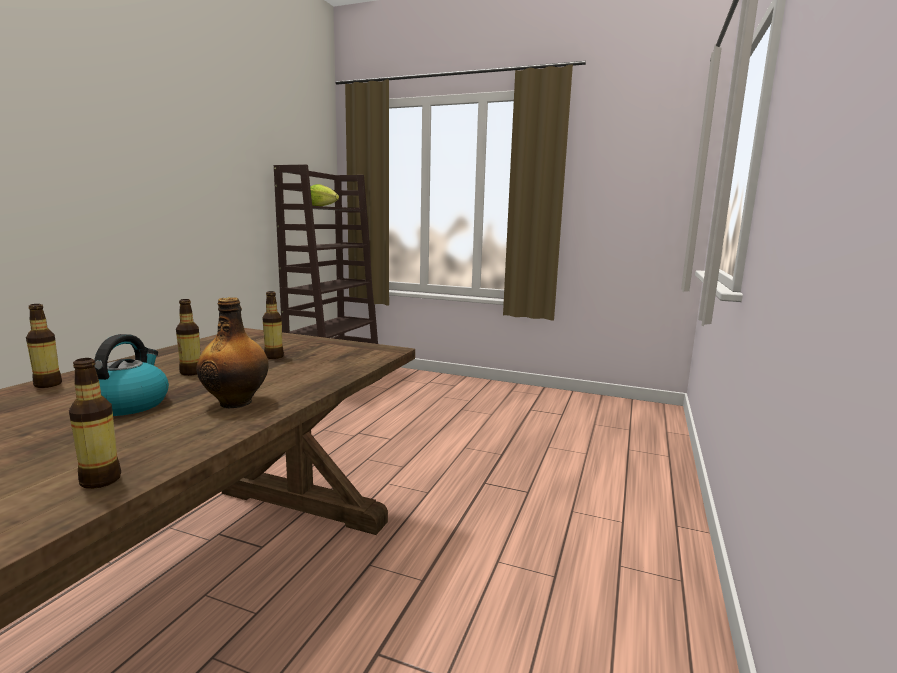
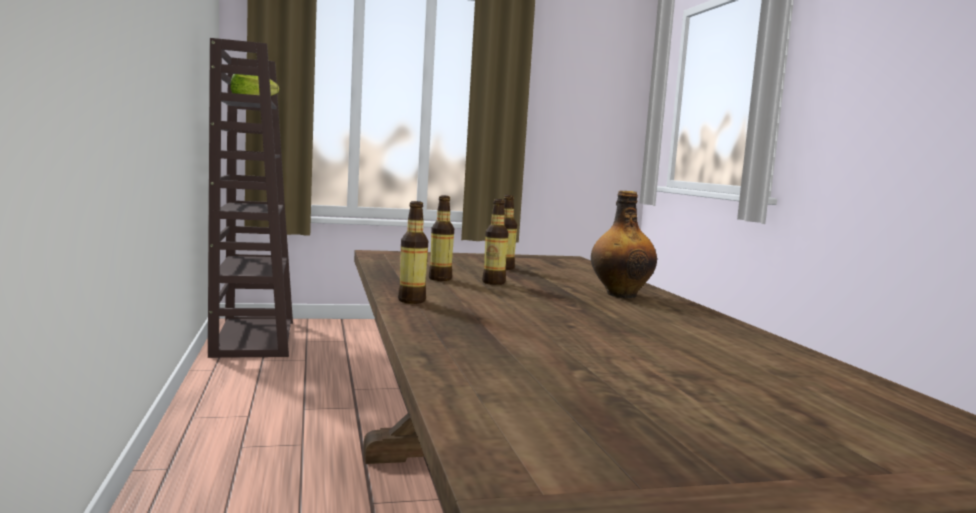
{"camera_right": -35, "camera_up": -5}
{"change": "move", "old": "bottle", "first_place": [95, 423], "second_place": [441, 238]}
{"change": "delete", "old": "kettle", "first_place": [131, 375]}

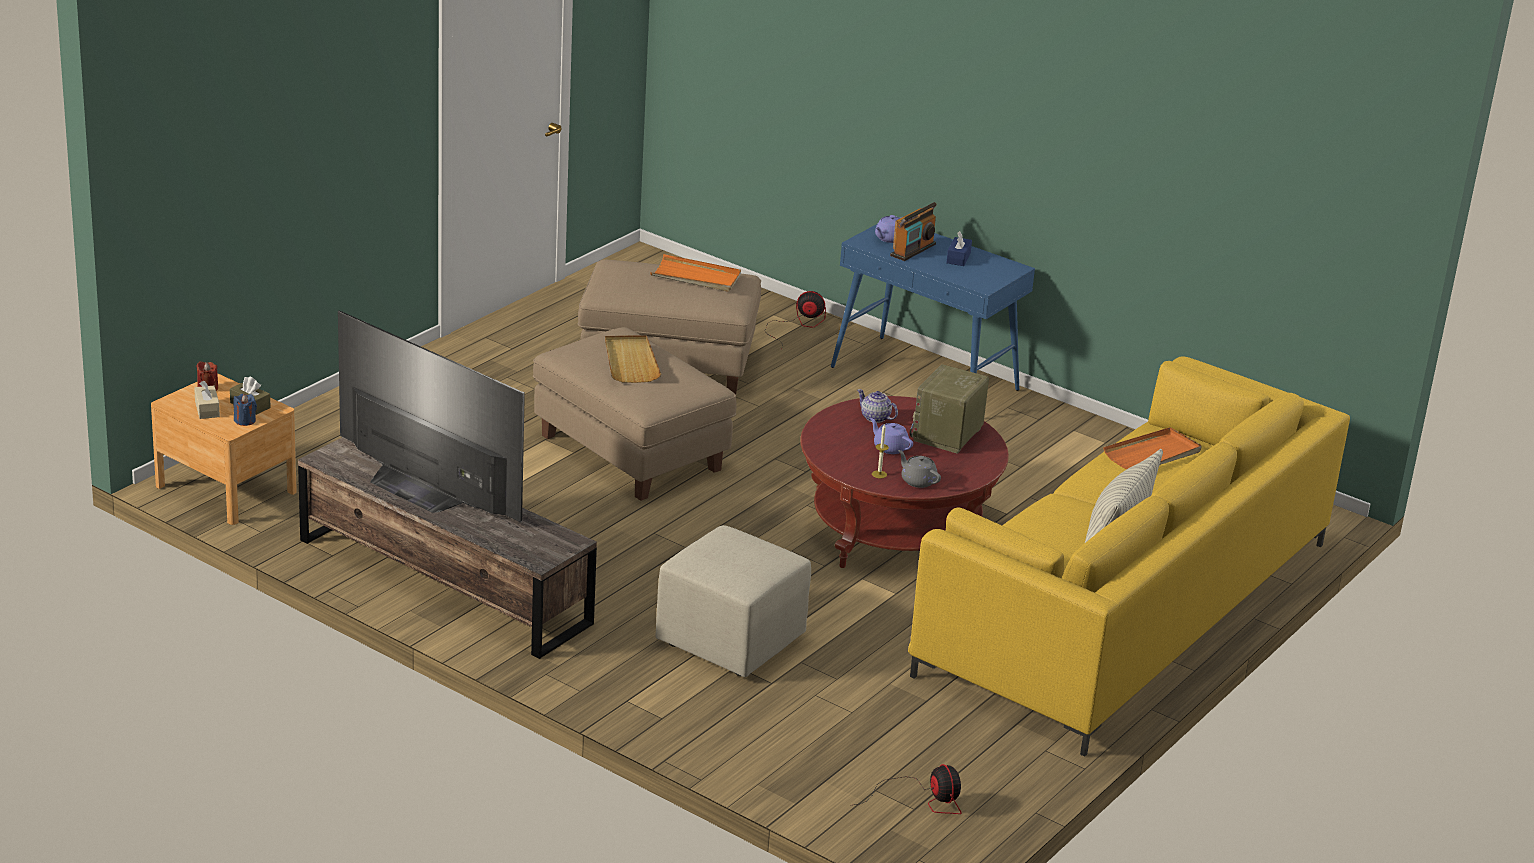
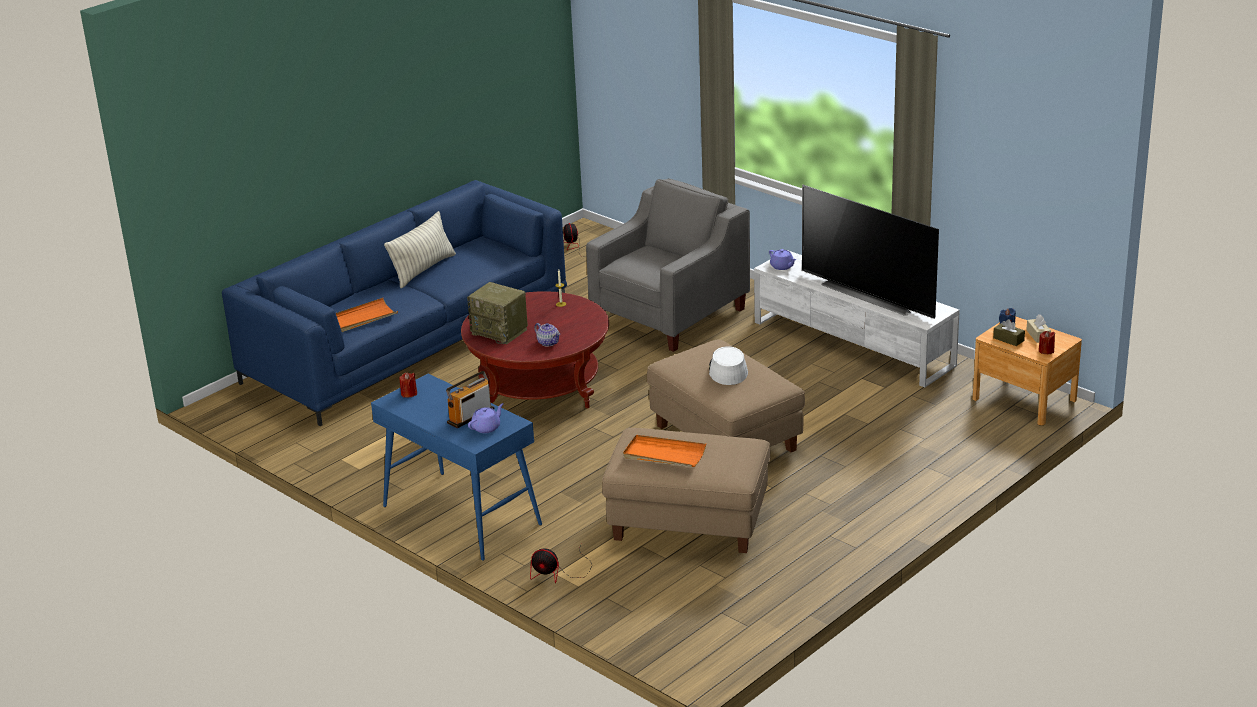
{"camera_right": -170, "camera_up": 0}
{"change": "recolor", "old": "sofa (yellow)", "new": "sofa (blue)", "first_place": [1129, 556], "second_place": [394, 303]}
{"change": "insert", "new": "candle (red)", "second_place": [408, 385]}
{"change": "rotate", "old": "radio", "first_place": [949, 409], "second_place": [497, 313], "degrees": 90}
{"change": "replace", "old": "ottoman (beige)", "new": "armchair (grey)", "first_place": [733, 601], "second_place": [668, 265]}
{"change": "replace", "old": "tray (beige)", "new": "hat (white)", "first_place": [633, 359], "second_place": [728, 365]}
{"change": "recolor", "old": "tv stand (brown)", "new": "tv stand (white)", "first_place": [447, 548], "second_place": [857, 318]}
{"change": "move", "old": "teapot (purple)", "first_place": [891, 436], "second_place": [783, 259]}
{"change": "delete", "old": "teapot (grey)", "first_place": [919, 469]}
{"change": "delete", "old": "tissue box (blue)", "first_place": [959, 248]}

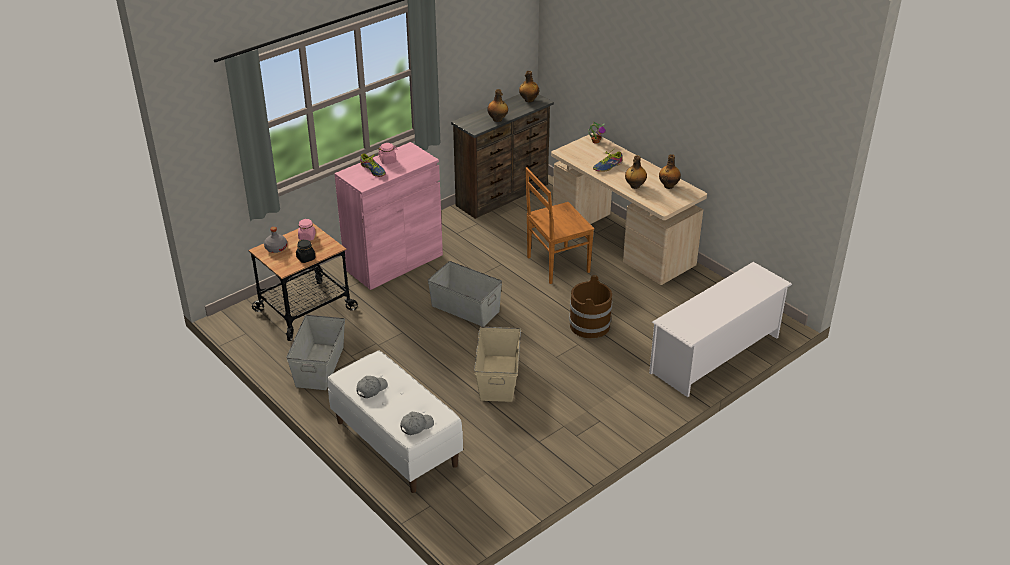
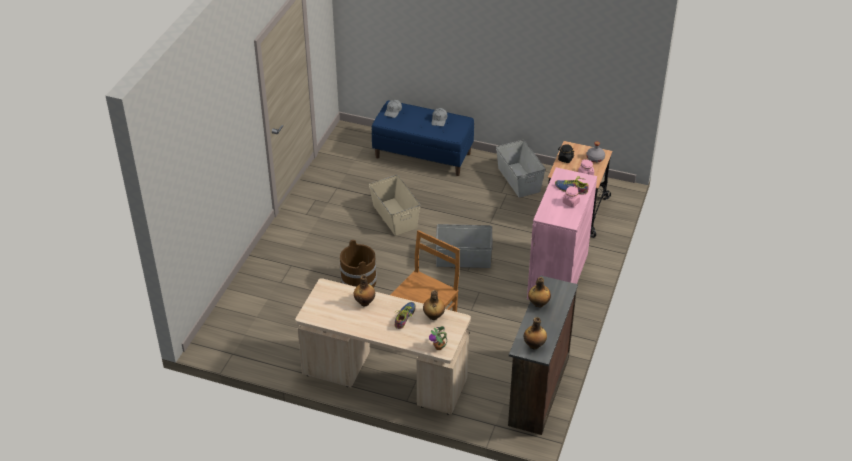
{"camera_right": 150, "camera_up": 5}
{"change": "recolor", "old": "bench (white)", "new": "bench (blue)", "first_place": [395, 421], "second_place": [423, 138]}
{"change": "move", "old": "bottle", "first_place": [670, 171], "second_place": [434, 305]}
{"change": "delete", "old": "shoe rack (white)", "first_place": [720, 329]}

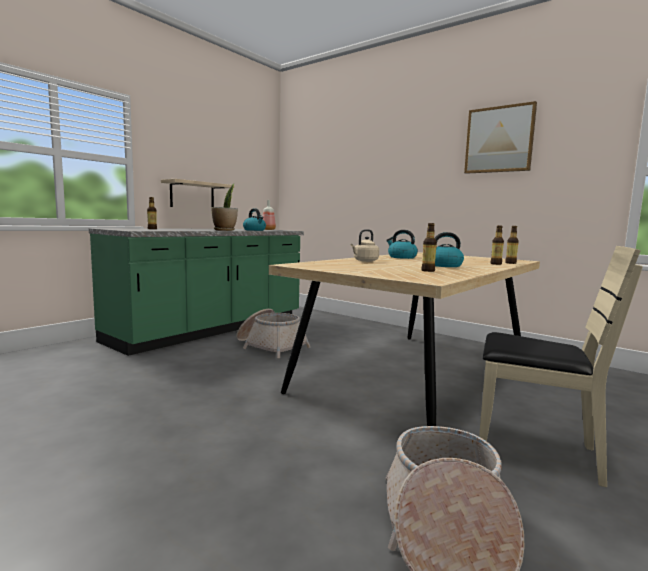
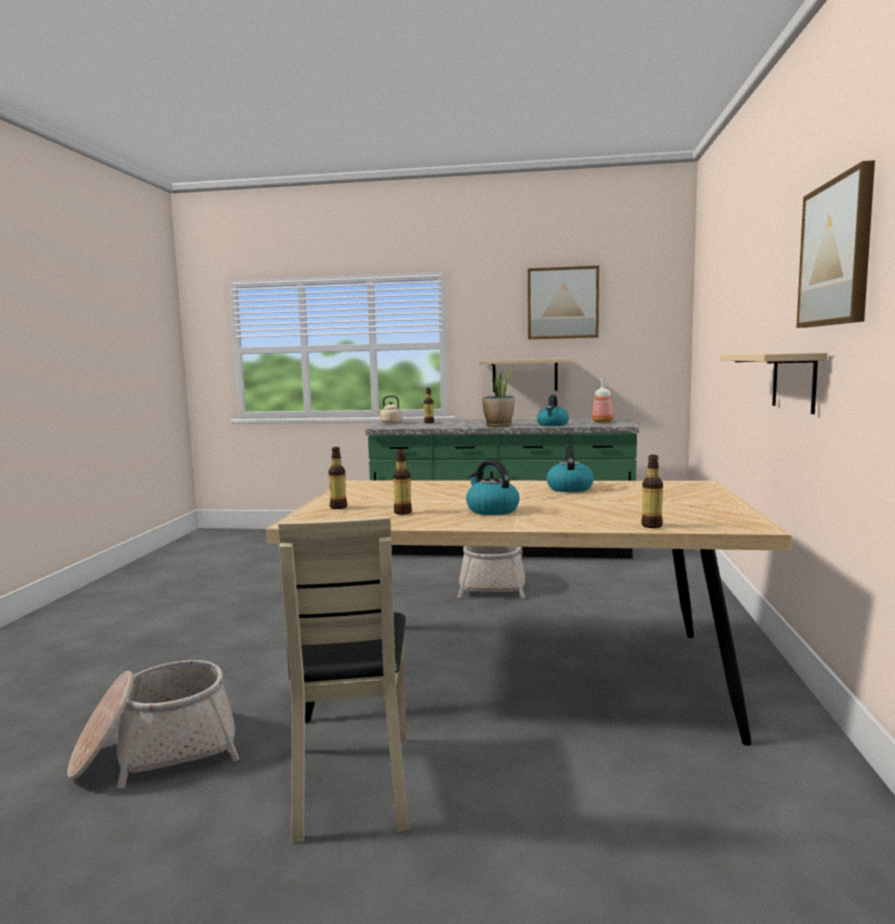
{"camera_right": 60, "camera_up": 0}
{"change": "move", "old": "bottle", "first_place": [497, 245], "second_place": [337, 478]}
{"change": "move", "old": "kettle (beige)", "first_place": [365, 245], "second_place": [388, 409]}
{"change": "insert", "new": "picture", "second_place": [563, 302]}
{"change": "insert", "new": "shelf (beige)", "second_place": [773, 383]}

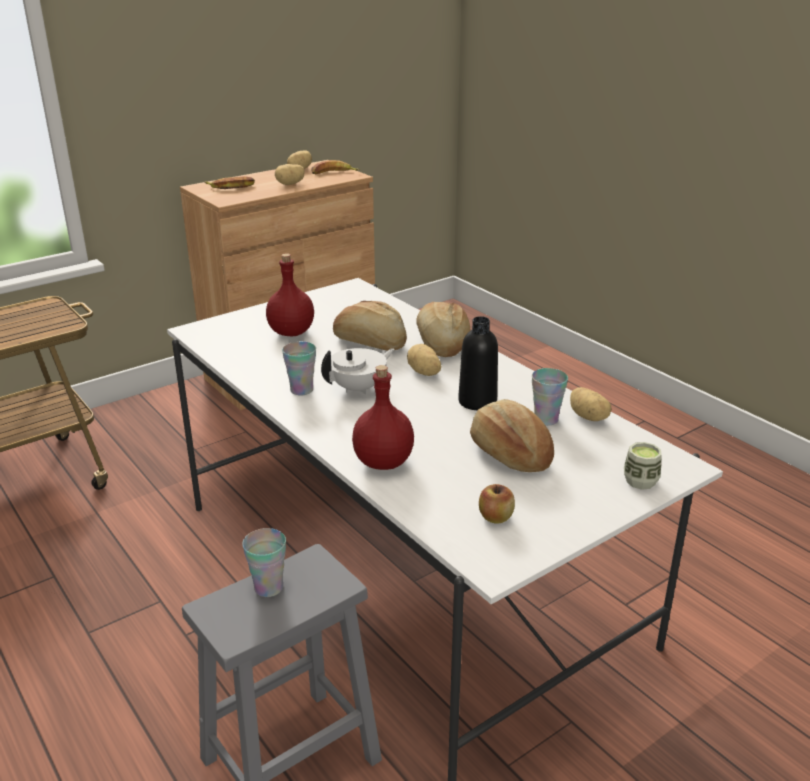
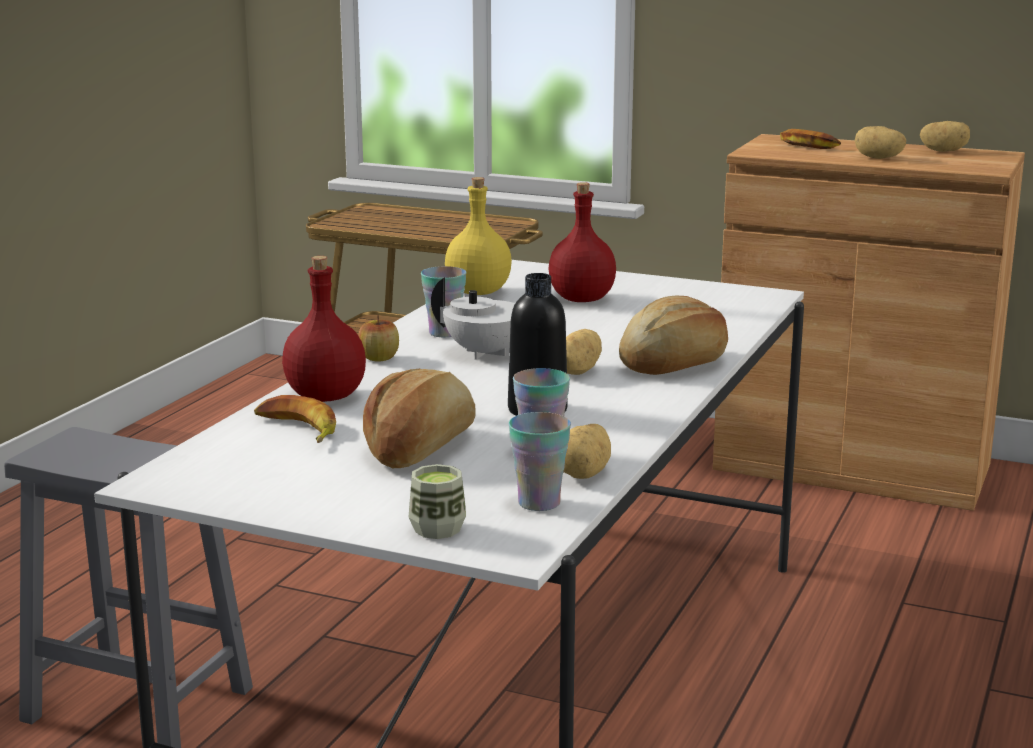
{"camera_right": 60, "camera_up": -10}
{"change": "move", "old": "banana", "first_place": [335, 167], "second_place": [295, 419]}
{"change": "move", "old": "apple", "first_place": [497, 503], "second_place": [378, 338]}
{"change": "insert", "new": "bottle (yellow)", "second_place": [478, 236]}
{"change": "move", "old": "cup", "first_place": [264, 562], "second_place": [540, 461]}
{"change": "delete", "old": "bread", "first_place": [370, 326]}

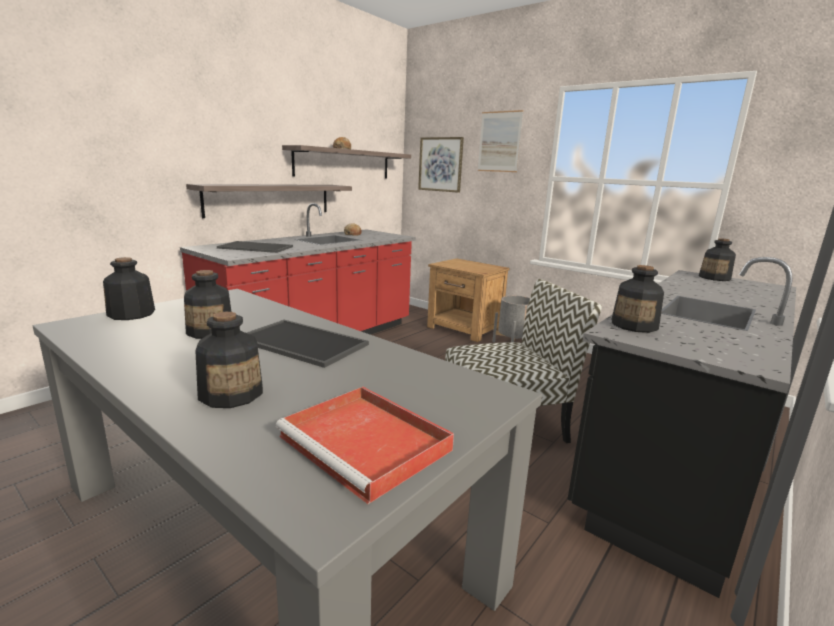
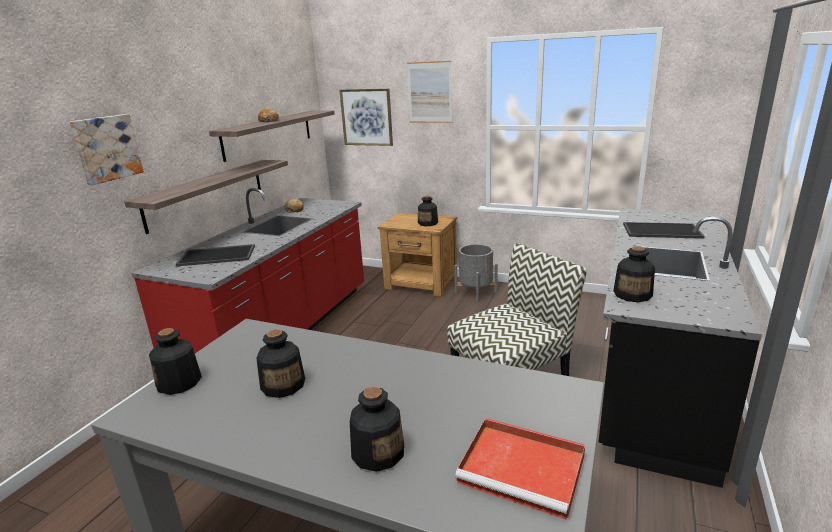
{"camera_right": -15, "camera_up": 5}
{"change": "insert", "new": "picture", "second_place": [107, 149]}
{"change": "move", "old": "bottle", "first_place": [717, 259], "second_place": [428, 211]}
{"change": "move", "old": "tray", "first_place": [308, 344], "second_place": [664, 230]}

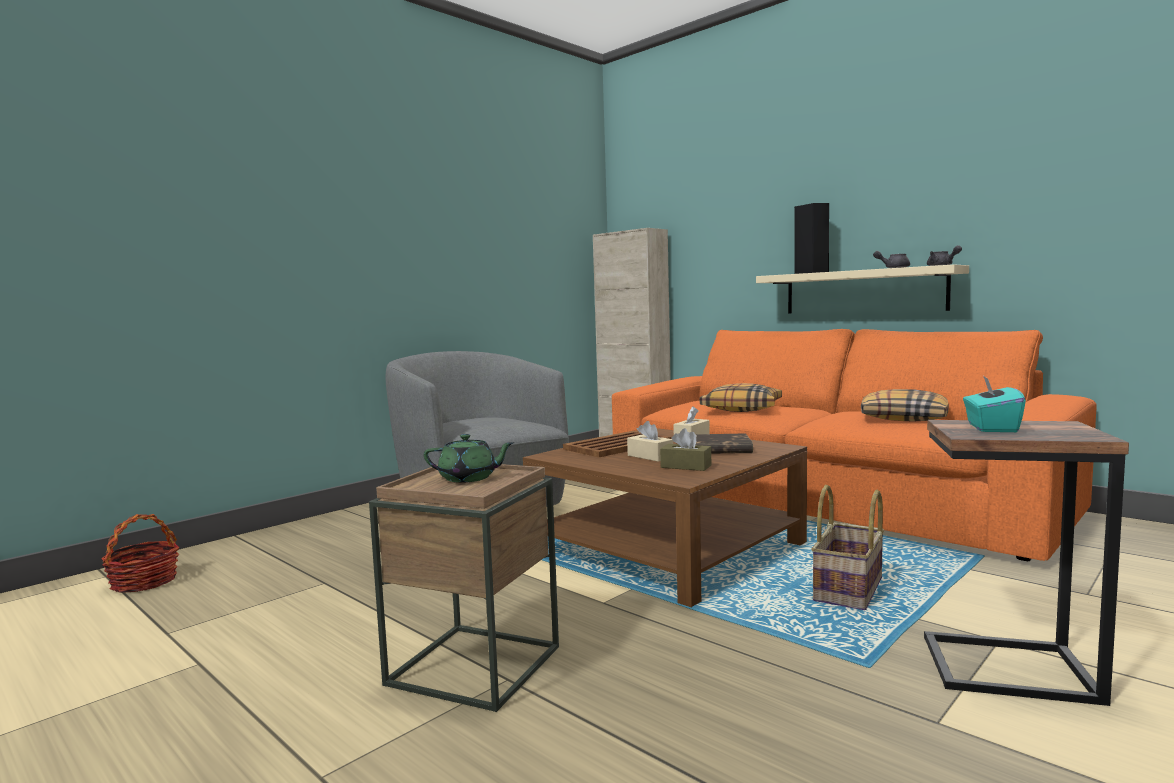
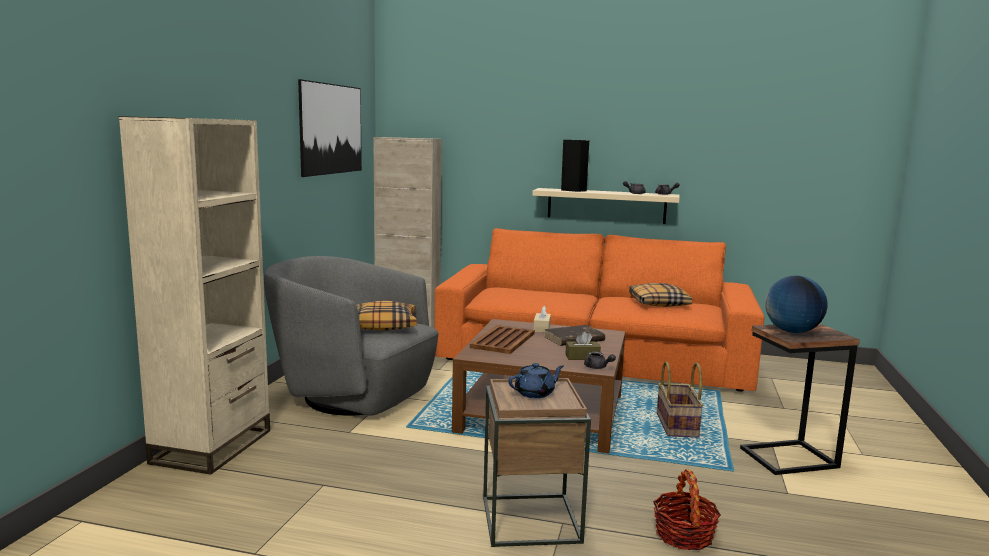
{"camera_right": -30, "camera_up": 5}
{"change": "insert", "new": "bookcase (beige)", "second_place": [194, 295]}
{"change": "insert", "new": "picture", "second_place": [330, 128]}
{"change": "move", "old": "pillow", "first_place": [741, 397], "second_place": [387, 316]}
{"change": "recolor", "old": "teapot (green)", "new": "teapot (blue)", "first_place": [469, 458], "second_place": [536, 380]}
{"change": "insert", "new": "teapot (grey)", "second_place": [600, 360]}
{"change": "move", "old": "basket", "first_place": [140, 553], "second_place": [687, 509]}
{"change": "replace", "old": "tissue box (turquoise)", "new": "globe", "first_place": [994, 404], "second_place": [796, 304]}
{"change": "delete", "old": "tissue box (beige)", "first_place": [650, 441]}

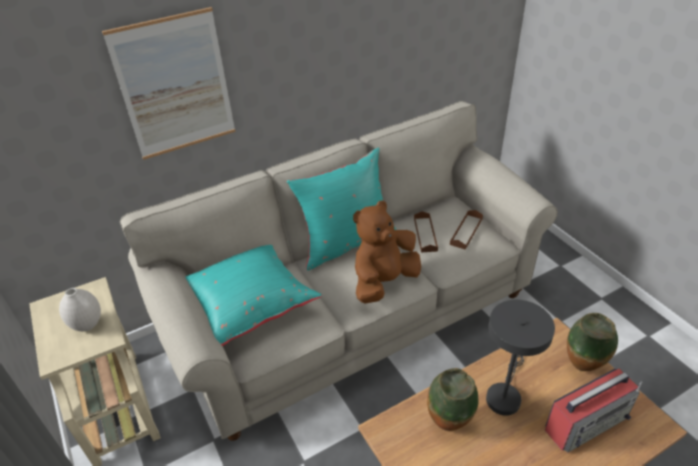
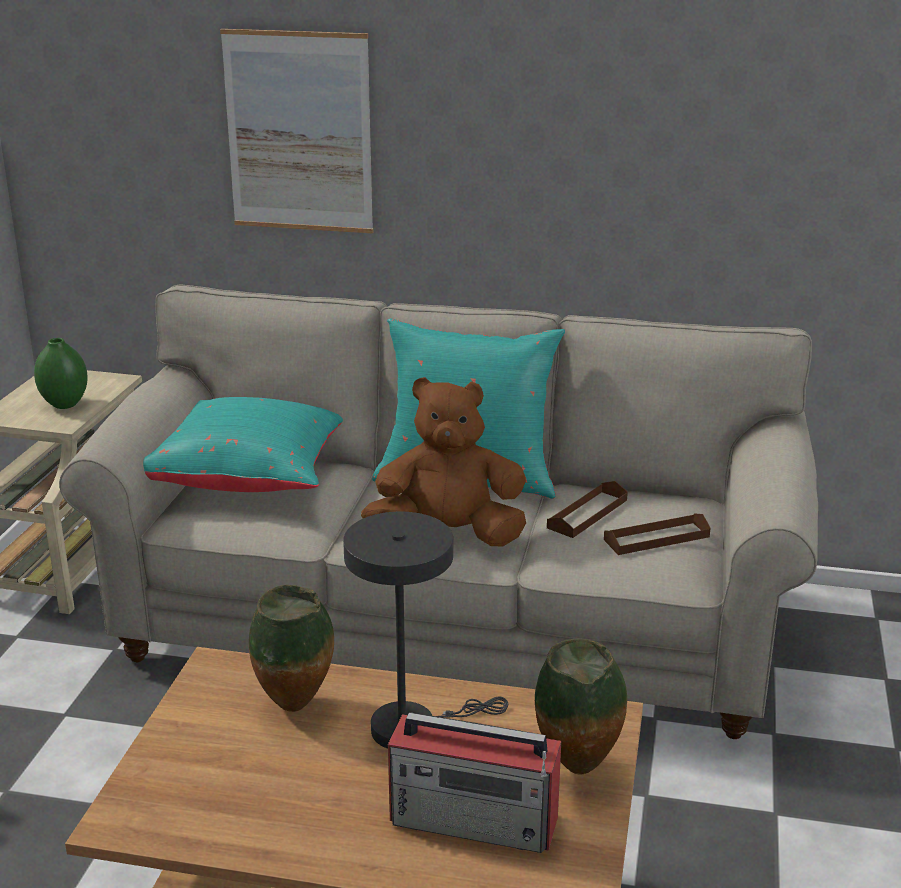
{"camera_right": 40, "camera_up": -15}
{"change": "recolor", "old": "vase (white)", "new": "vase (green)", "first_place": [80, 309], "second_place": [61, 373]}

